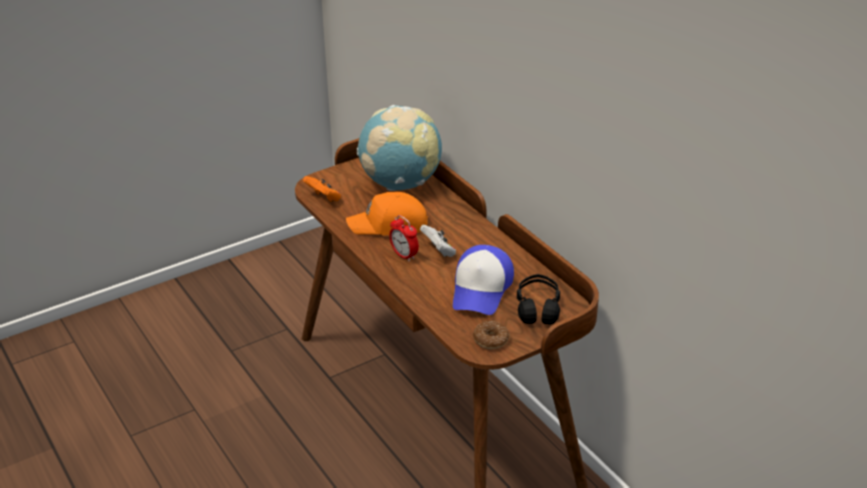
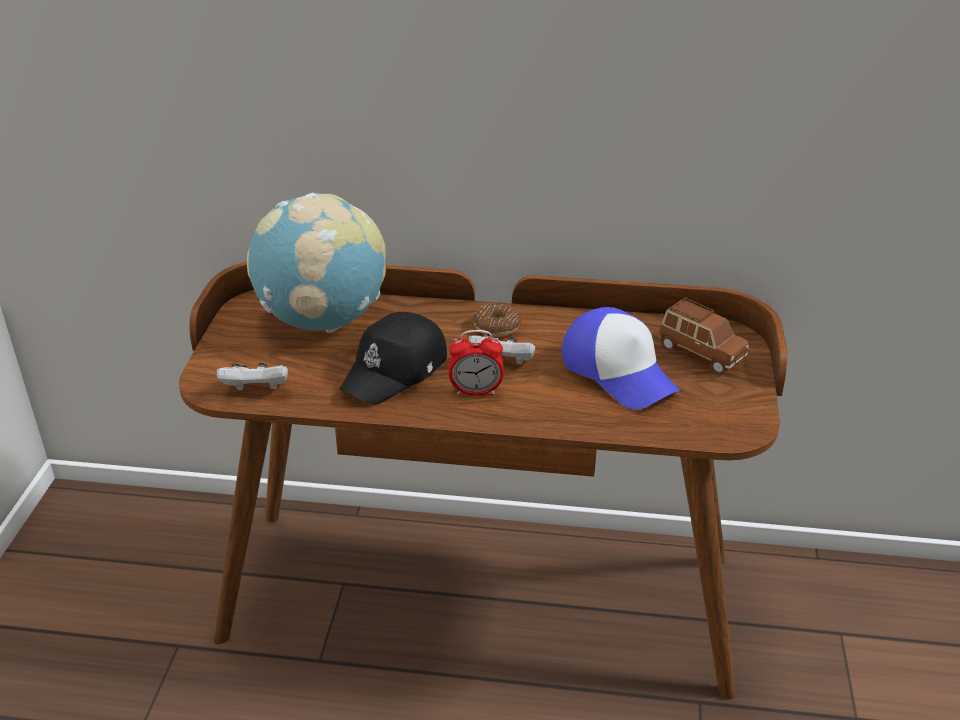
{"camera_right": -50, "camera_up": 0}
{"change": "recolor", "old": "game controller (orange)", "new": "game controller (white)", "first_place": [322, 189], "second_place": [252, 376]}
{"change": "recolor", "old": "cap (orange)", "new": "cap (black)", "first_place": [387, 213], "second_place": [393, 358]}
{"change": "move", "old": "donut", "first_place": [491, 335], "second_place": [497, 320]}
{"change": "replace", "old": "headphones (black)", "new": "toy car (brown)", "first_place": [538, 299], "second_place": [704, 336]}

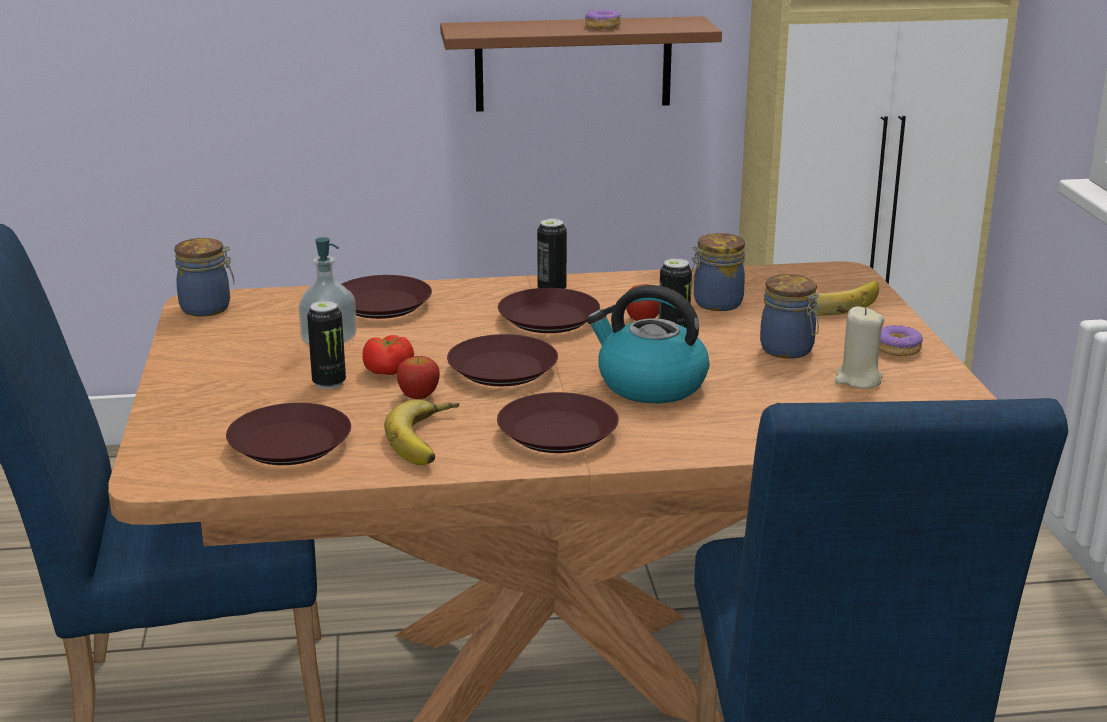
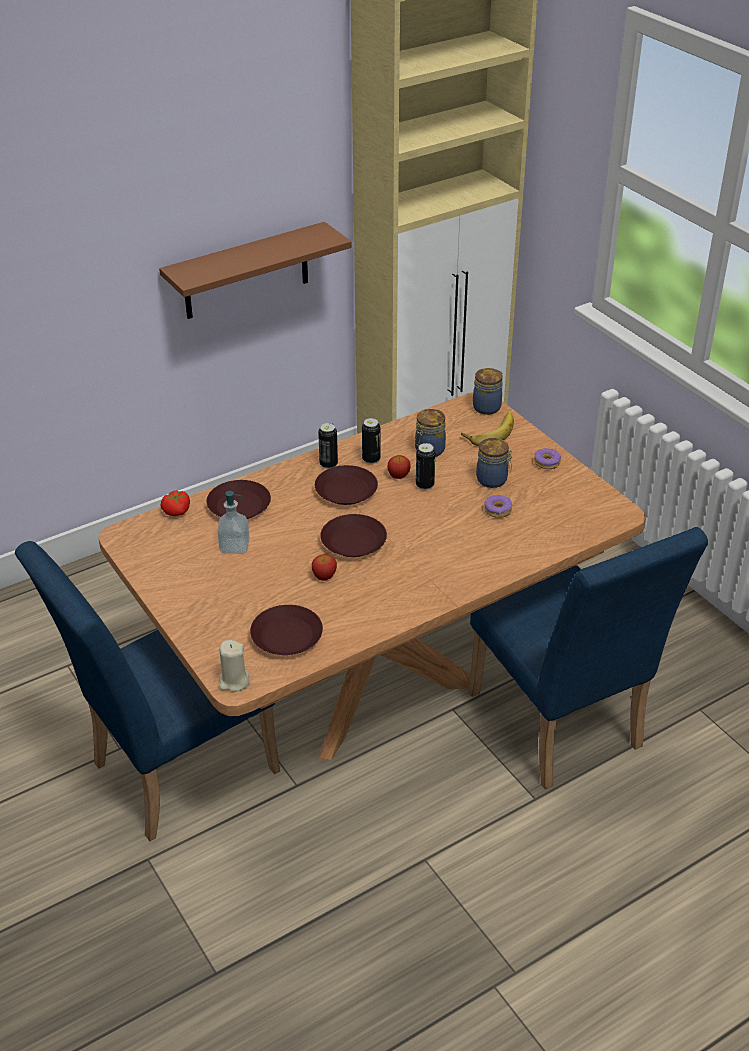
{"camera_right": -25, "camera_up": 15}
{"change": "move", "old": "tomato", "first_place": [388, 355], "second_place": [175, 503]}
{"change": "move", "old": "candle (beige)", "first_place": [859, 347], "second_place": [234, 666]}
{"change": "move", "old": "can", "first_place": [326, 345], "second_place": [371, 441]}
{"change": "move", "old": "jar", "first_place": [204, 277], "second_place": [488, 391]}
{"change": "move", "old": "donut", "first_place": [603, 19], "second_place": [498, 506]}
{"change": "delete", "old": "banana", "first_place": [421, 432]}
{"change": "delete", "old": "plate (brown)", "first_place": [558, 422]}
{"change": "delete", "old": "kettle", "first_place": [648, 344]}

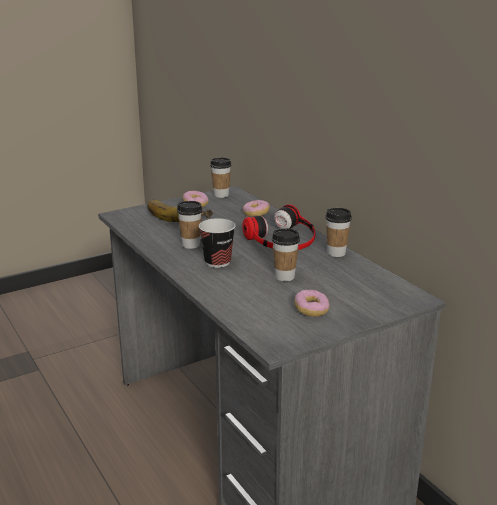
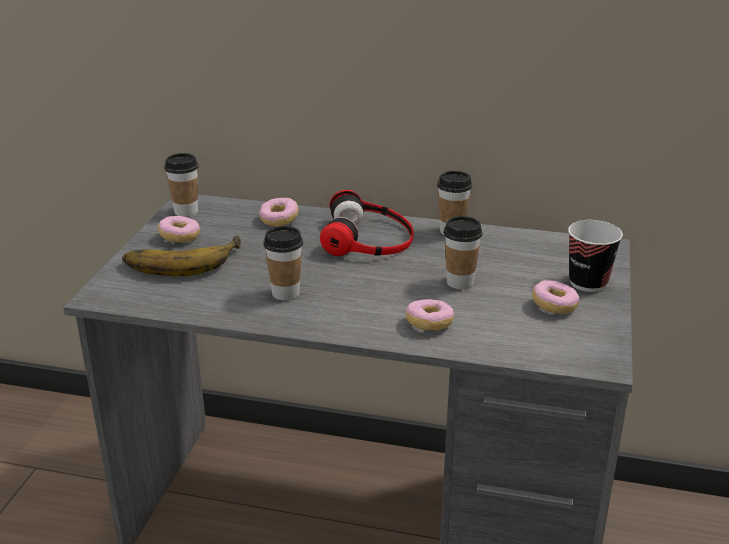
{"camera_right": -45, "camera_up": 5}
{"change": "insert", "new": "donut", "second_place": [429, 314]}
{"change": "move", "old": "cup", "first_place": [217, 243], "second_place": [595, 256]}

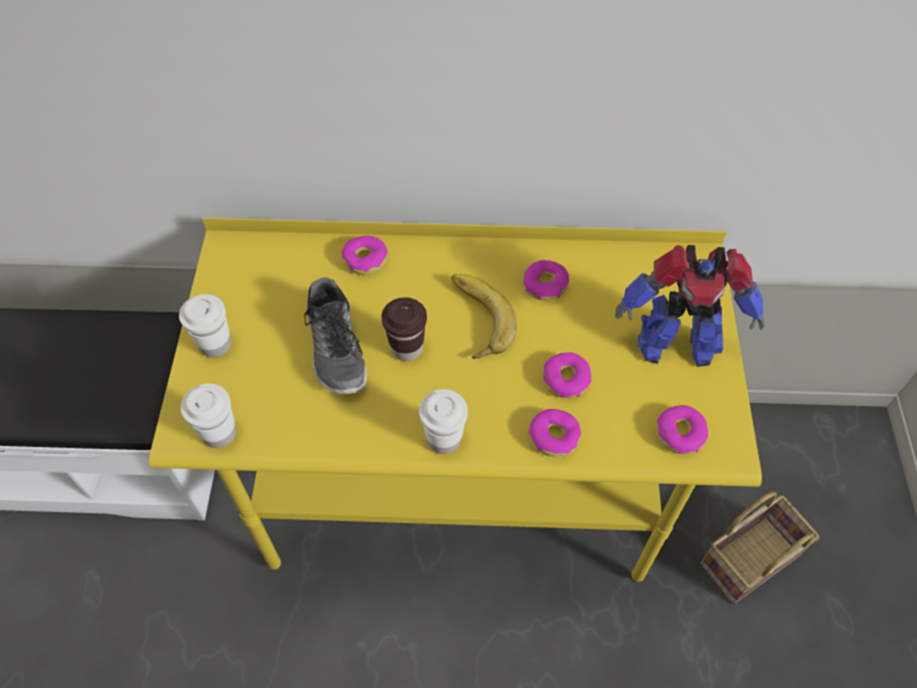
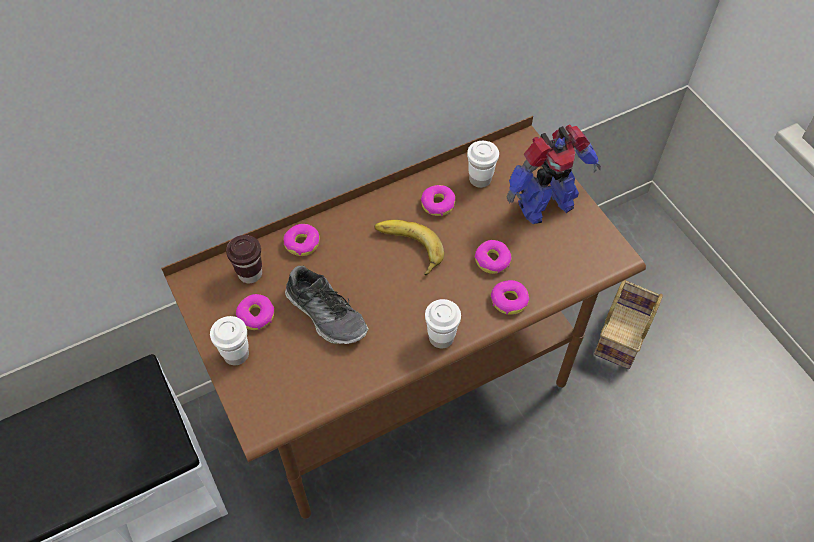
{"camera_right": -30, "camera_up": 0}
{"change": "recolor", "old": "desk (yellow)", "new": "desk (brown)", "first_place": [455, 400], "second_place": [403, 317]}
{"change": "move", "old": "cup (brown)", "first_place": [404, 329], "second_place": [244, 259]}
{"change": "move", "old": "donut", "first_place": [682, 429], "second_place": [255, 312]}
{"change": "move", "old": "cup (white)", "first_place": [208, 415], "second_place": [483, 164]}

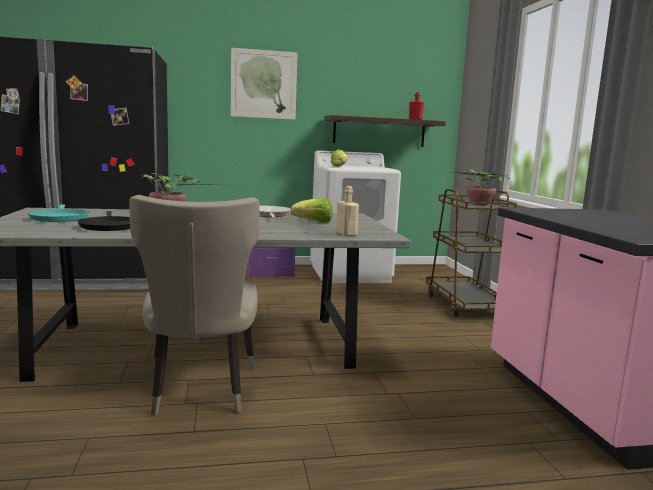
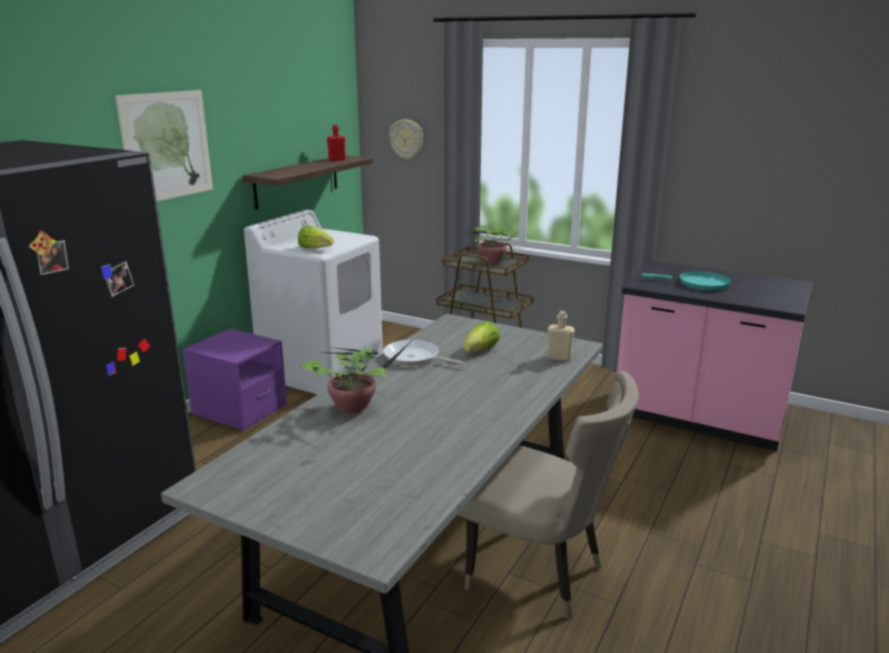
{"camera_right": -50, "camera_up": 10}
{"change": "insert", "new": "wall clock", "second_place": [406, 139]}
{"change": "move", "old": "frying pan (turquoise)", "first_place": [58, 213], "second_place": [686, 280]}
{"change": "delete", "old": "frying pan (black)", "first_place": [104, 221]}

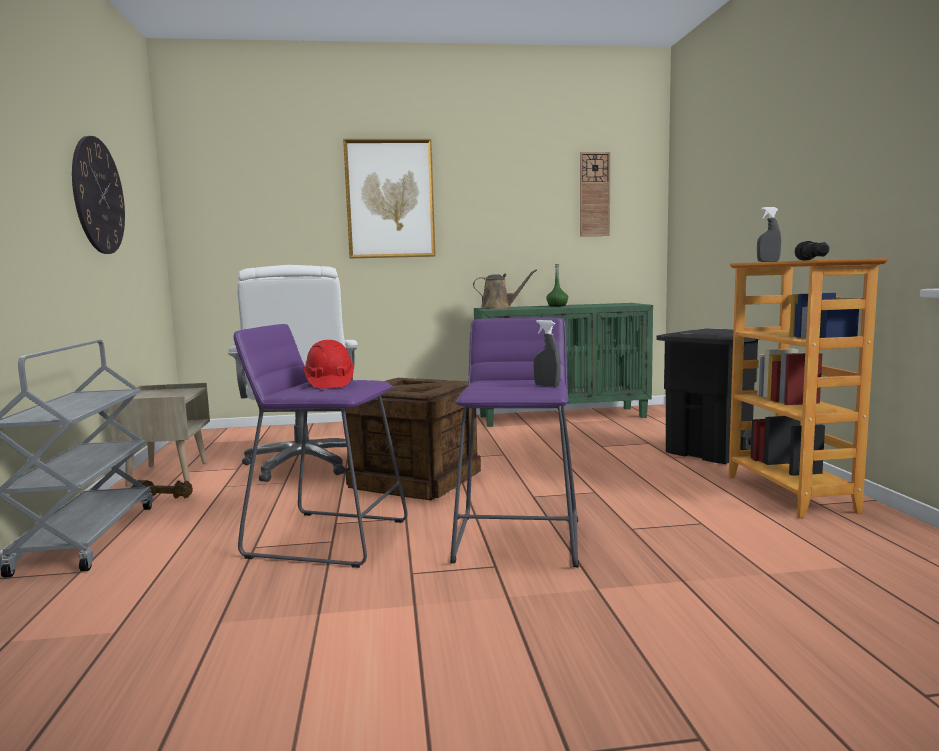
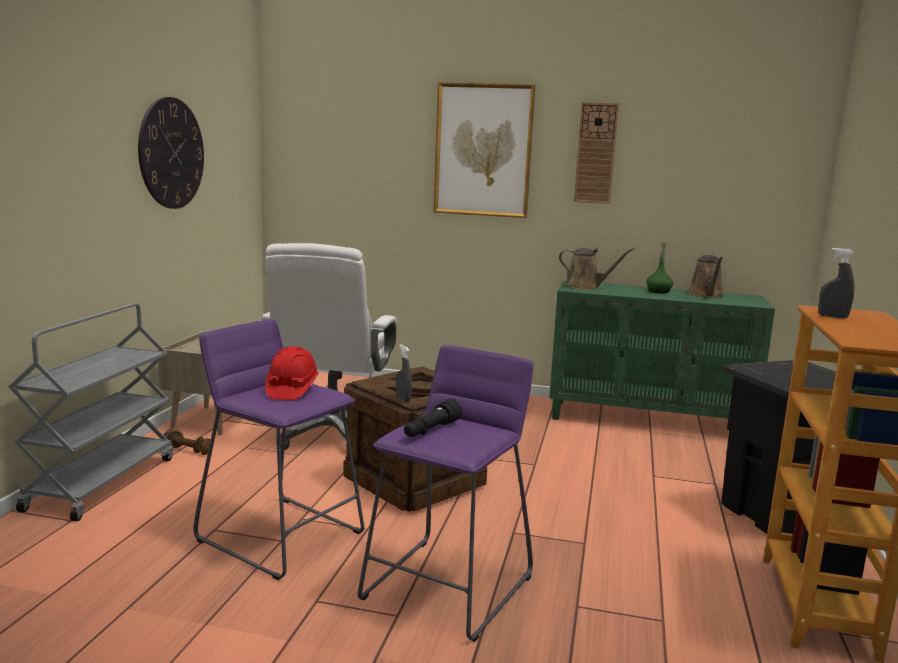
{"camera_right": 20, "camera_up": 5}
{"change": "move", "old": "spray bottle (grey)", "first_place": [547, 354], "second_place": [404, 373]}
{"change": "move", "old": "flashlight (black)", "first_place": [812, 251], "second_place": [433, 418]}
{"change": "move", "old": "wall clock", "first_place": [595, 194], "second_place": [596, 153]}
{"change": "insert", "new": "watering can (brown)", "second_place": [705, 276]}

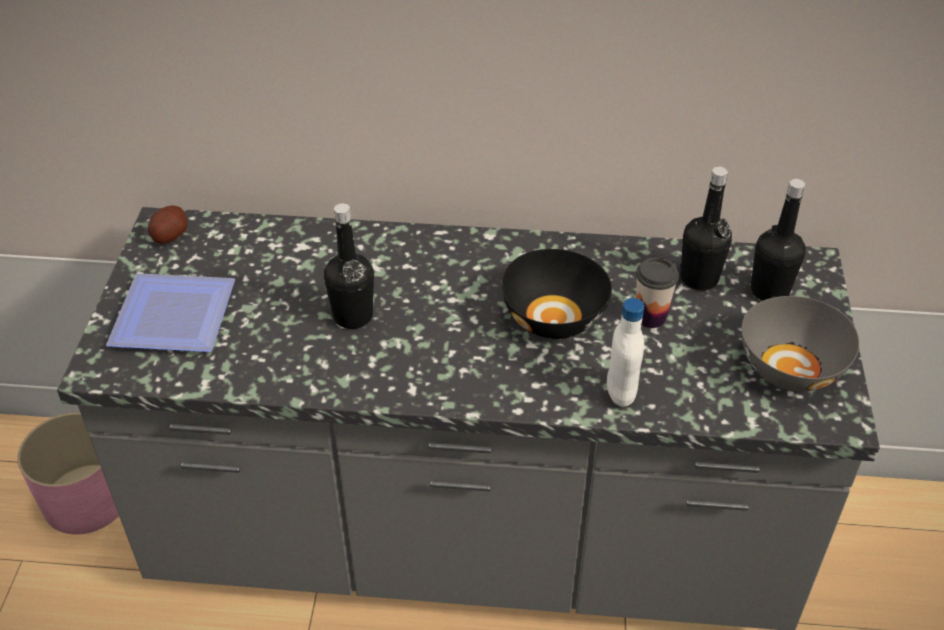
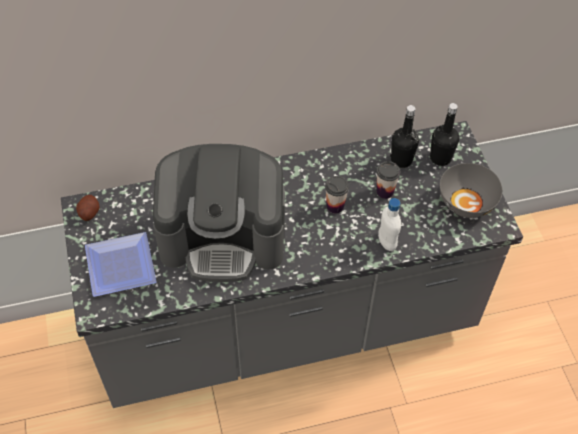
{"camera_right": -20, "camera_up": 10}
{"change": "replace", "old": "bottle (black)", "new": "coffee machine", "first_place": [349, 266], "second_place": [219, 213]}
{"change": "replace", "old": "bowl (black)", "new": "cup", "first_place": [557, 294], "second_place": [337, 195]}
{"change": "delete", "old": "planter (pink)", "first_place": [68, 473]}

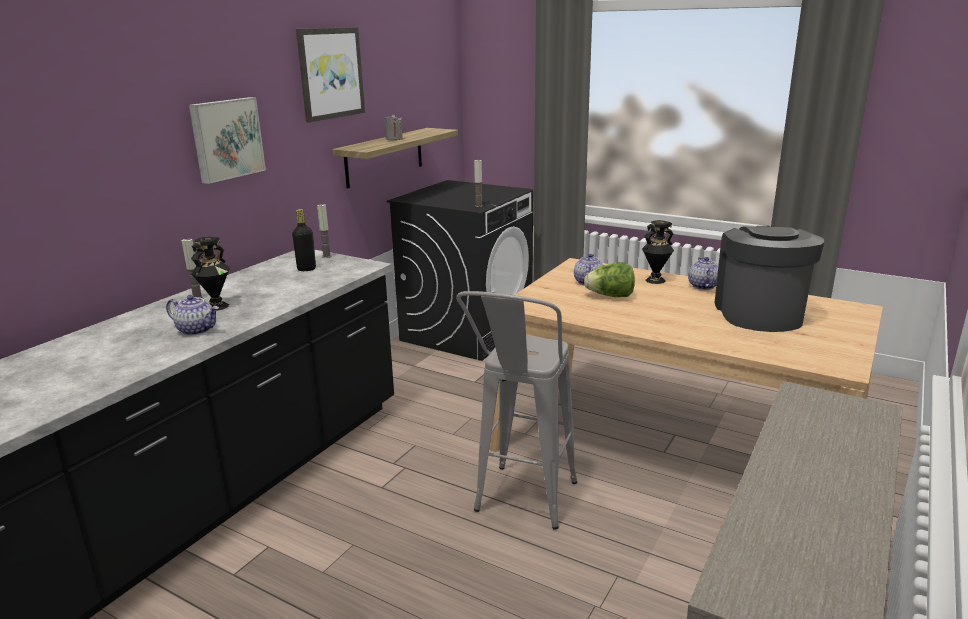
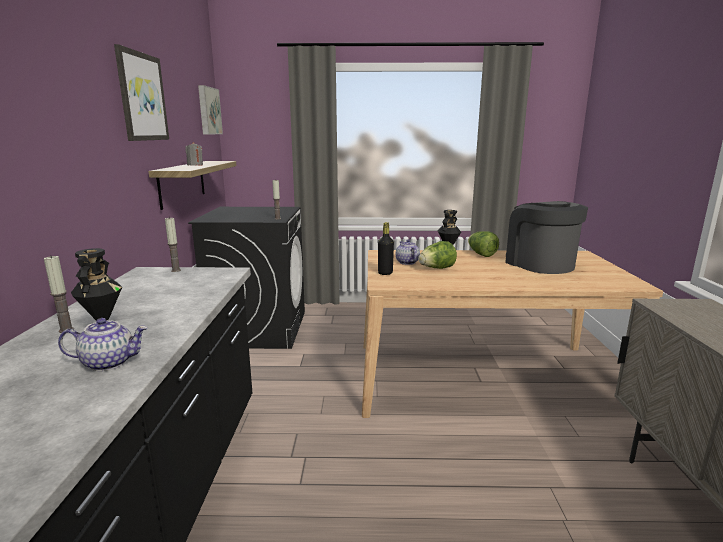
{"camera_right": -30, "camera_up": -5}
{"change": "move", "old": "picture", "first_place": [227, 140], "second_place": [210, 109]}
{"change": "move", "old": "bottle (black)", "first_place": [304, 240], "second_place": [386, 248]}
{"change": "replace", "old": "teapot", "new": "lettuce", "first_place": [703, 273], "second_place": [483, 244]}
{"change": "delete", "old": "stool (grey)", "first_place": [516, 410]}

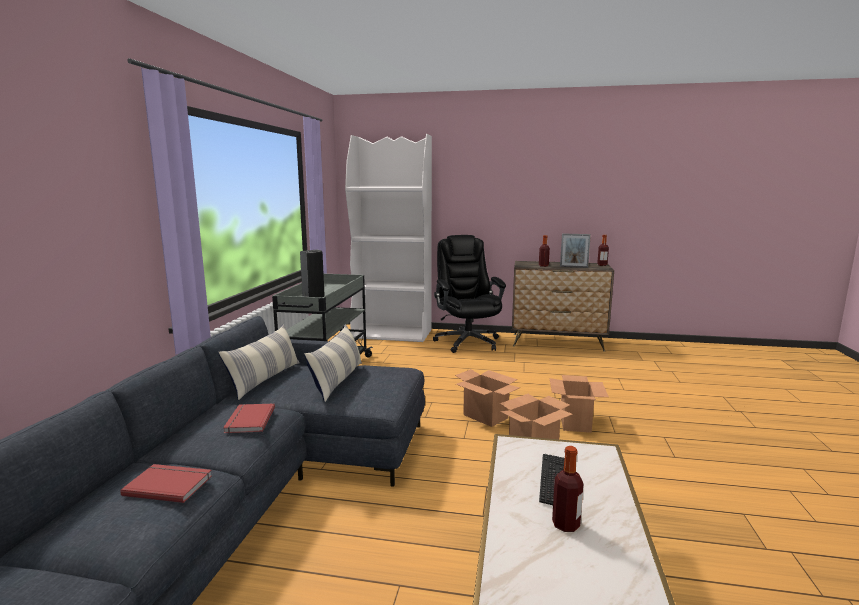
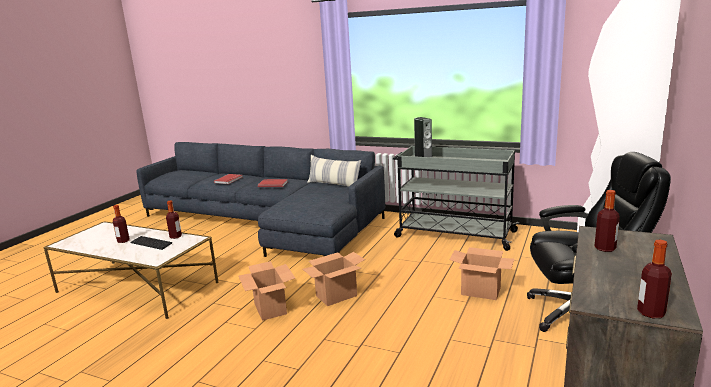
{"camera_right": 105, "camera_up": 5}
{"change": "insert", "new": "bottle", "second_place": [174, 219]}
{"change": "move", "old": "cardboard box", "first_place": [579, 404], "second_place": [481, 273]}
{"change": "delete", "old": "pillow", "first_place": [333, 363]}
{"change": "delete", "old": "picture frame", "first_place": [575, 250]}

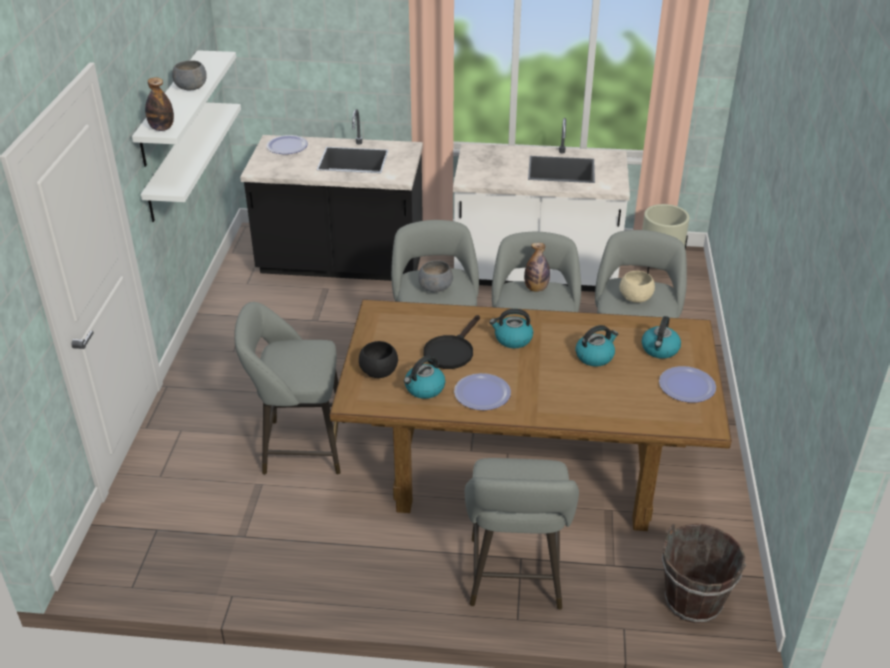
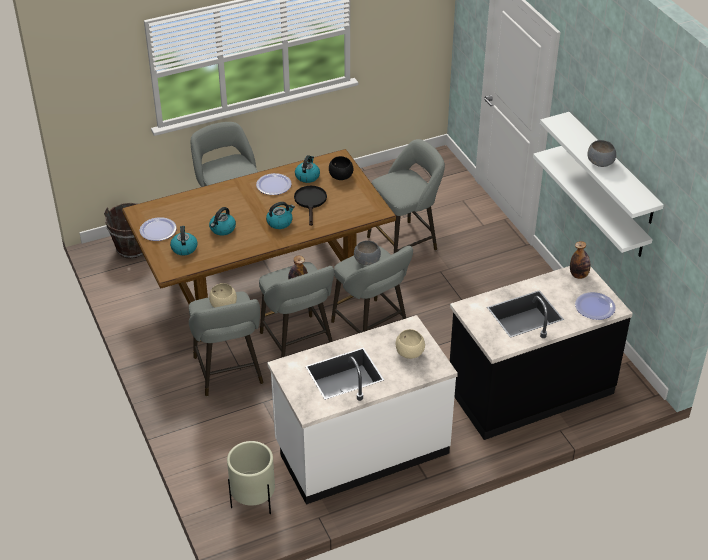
{"camera_right": 150, "camera_up": 5}
{"change": "insert", "new": "bowl (beige)", "second_place": [410, 344]}
{"change": "move", "old": "bottle", "first_place": [159, 104], "second_place": [580, 260]}

